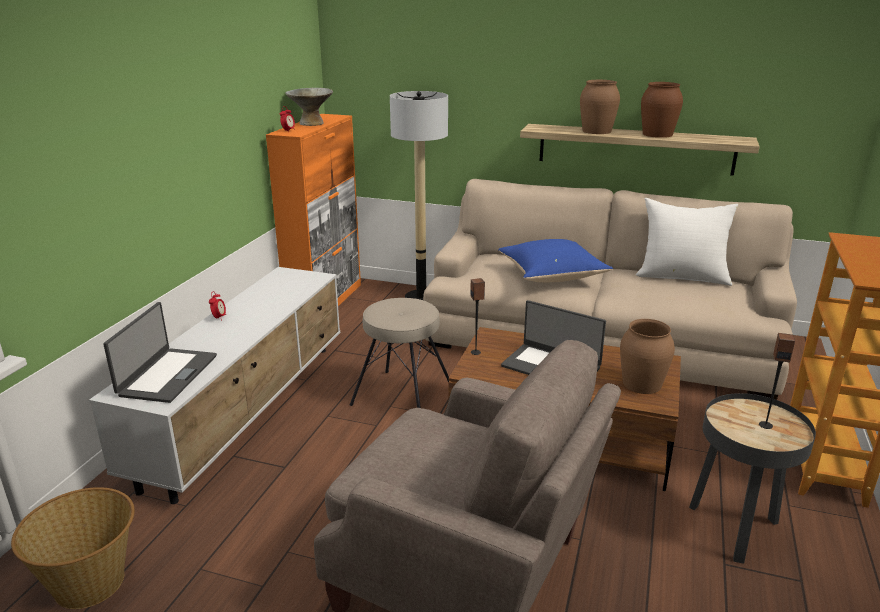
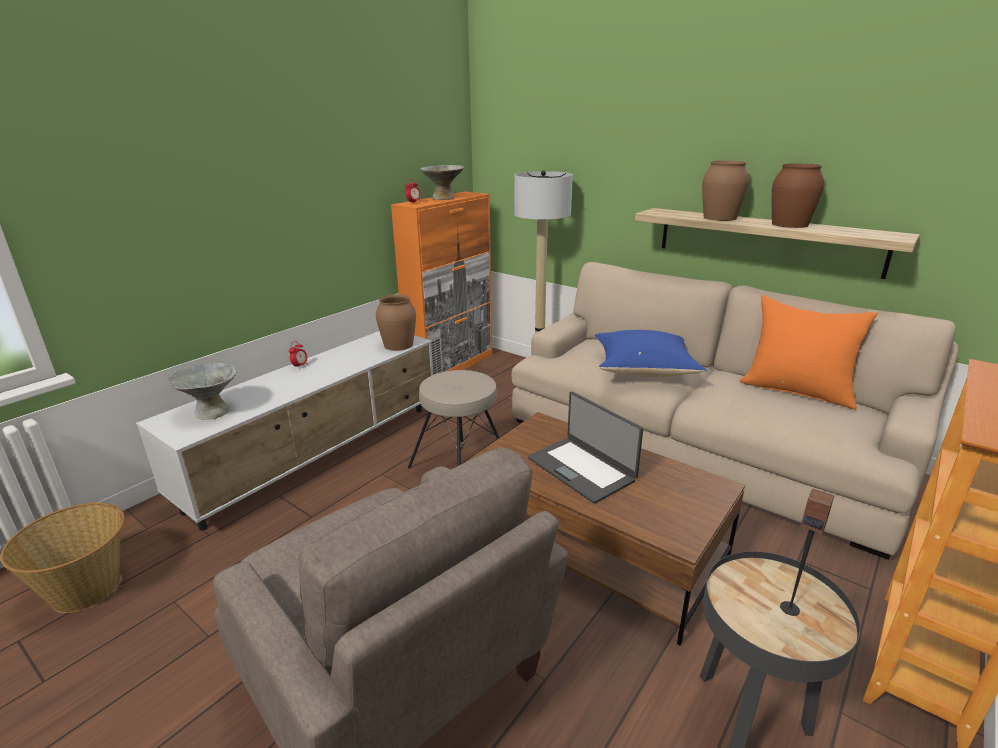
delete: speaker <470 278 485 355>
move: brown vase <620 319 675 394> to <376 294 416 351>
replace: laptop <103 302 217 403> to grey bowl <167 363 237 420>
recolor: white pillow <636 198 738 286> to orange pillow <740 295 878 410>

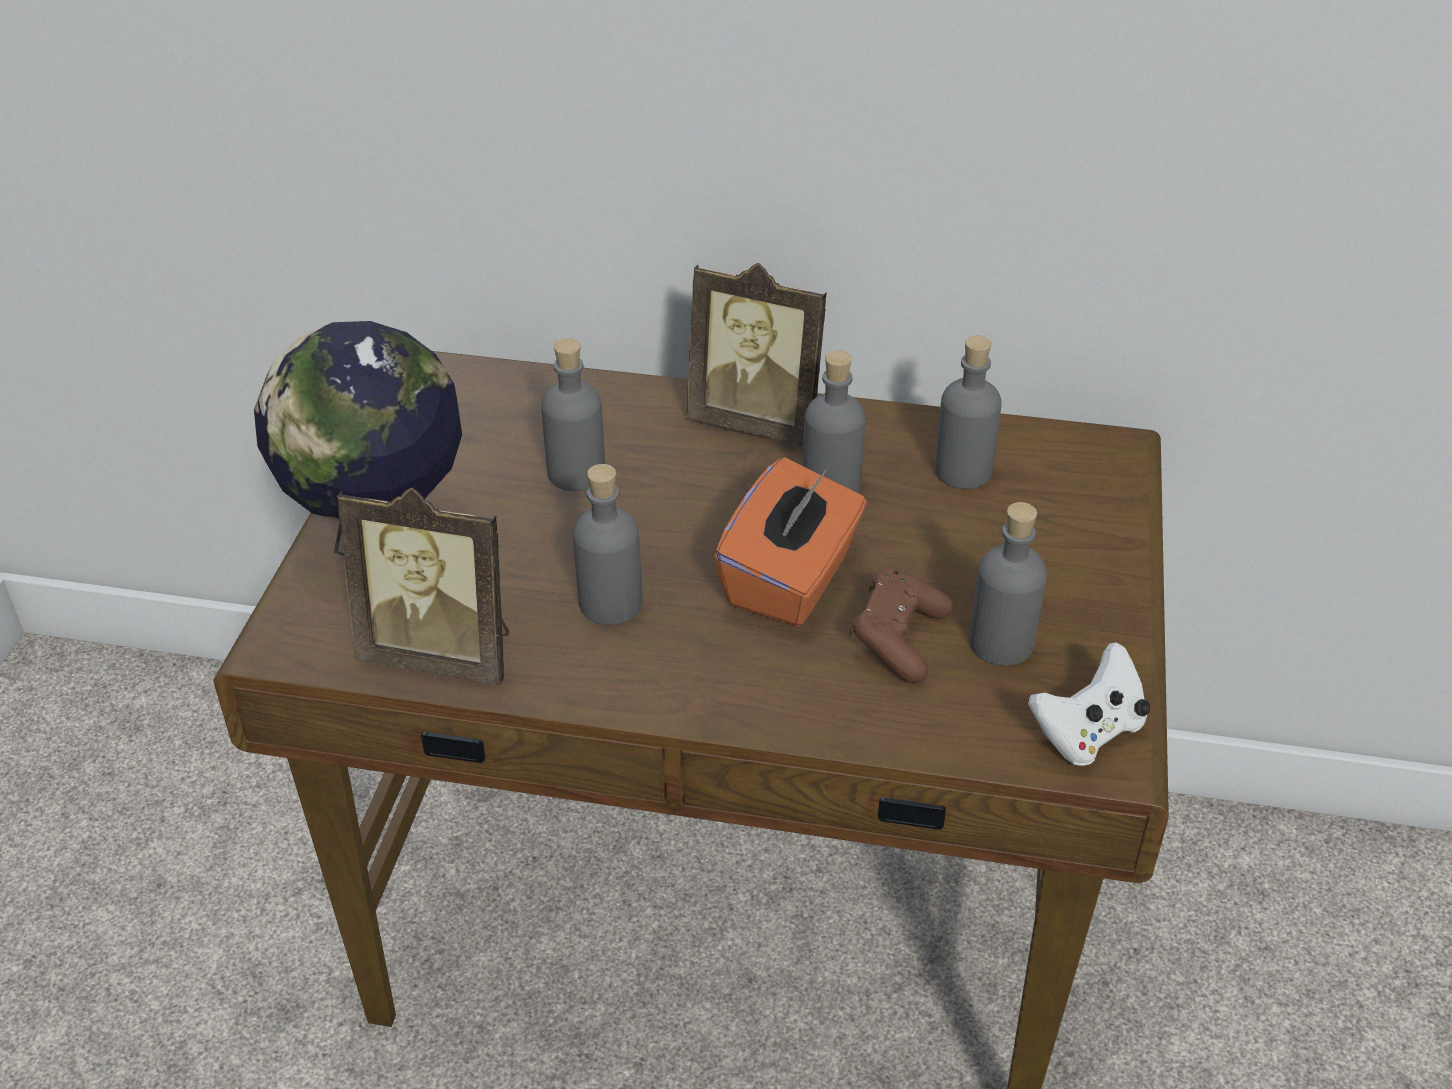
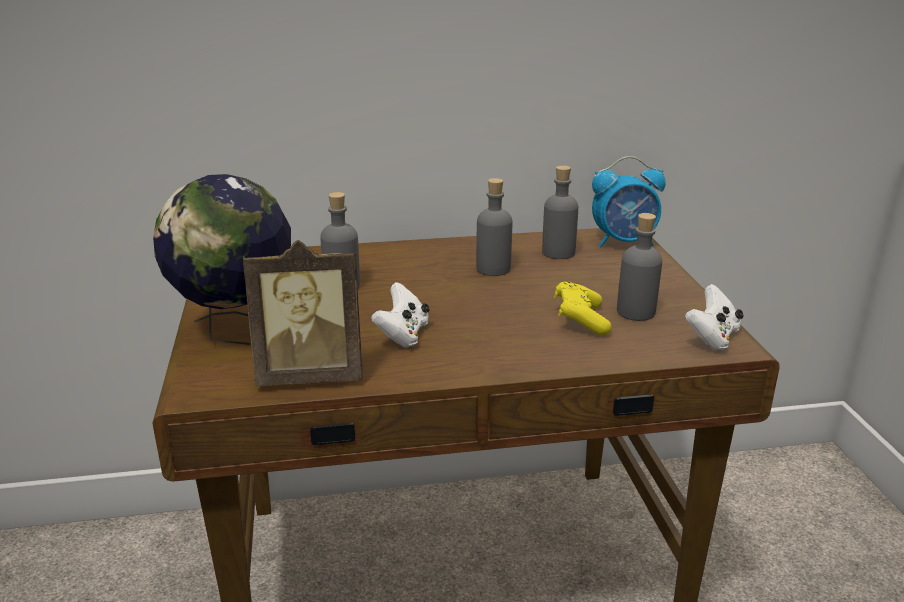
delete: picture frame <687 263 827 446>; orange tissue box <714 457 866 627>
insert: alarm clock <592 156 666 248>
replace: grey bottle <573 464 642 625> to white game controller <371 282 430 347>
recolor: brown game controller <849 569 953 683> to yellow game controller <554 282 612 335>

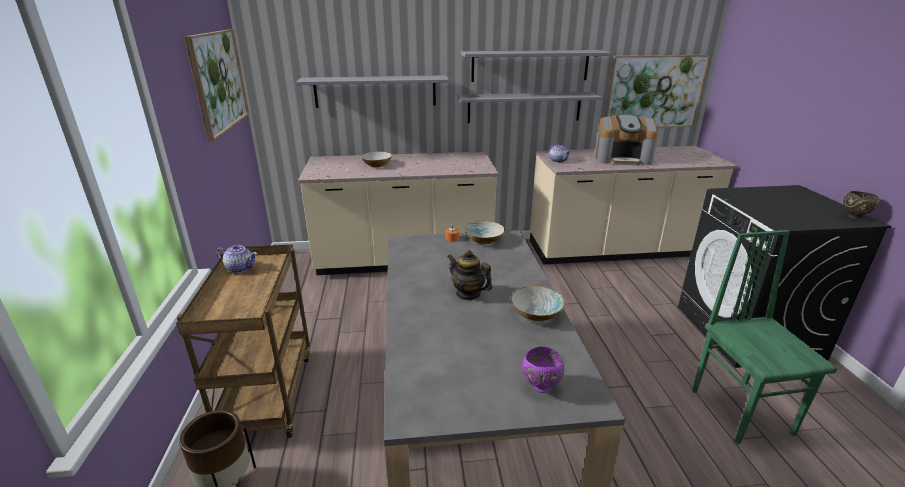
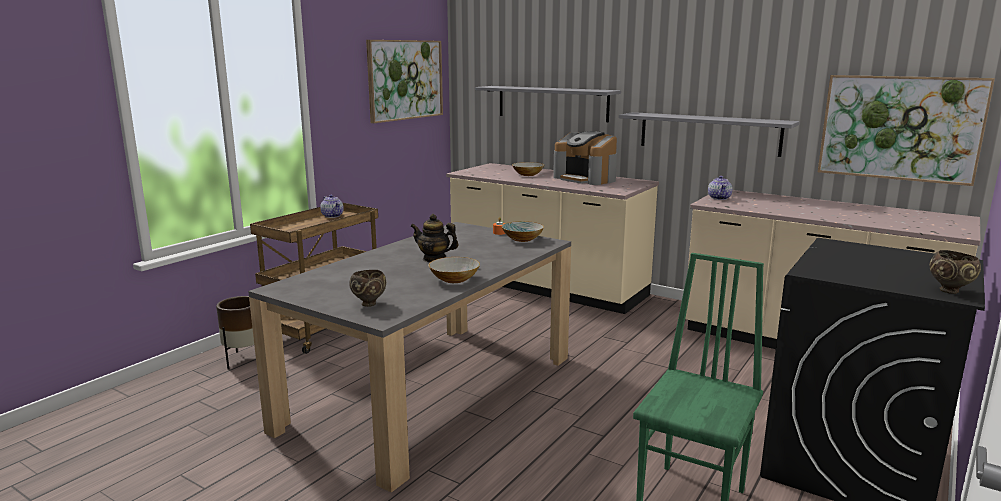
delete: grey shelf <461 50 611 82>
move: coffee machine <594 114 658 165> to <553 131 617 185>
recolor: purple bowl <522 347 565 393> to brown bowl <349 270 386 307>
rotate: teapot <447 250 492 300> = <410 214 459 262> 60 degrees counterclockwise

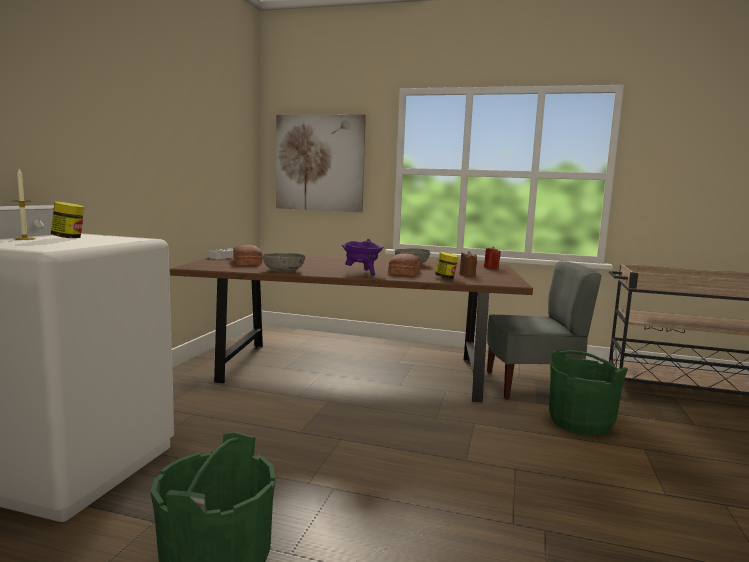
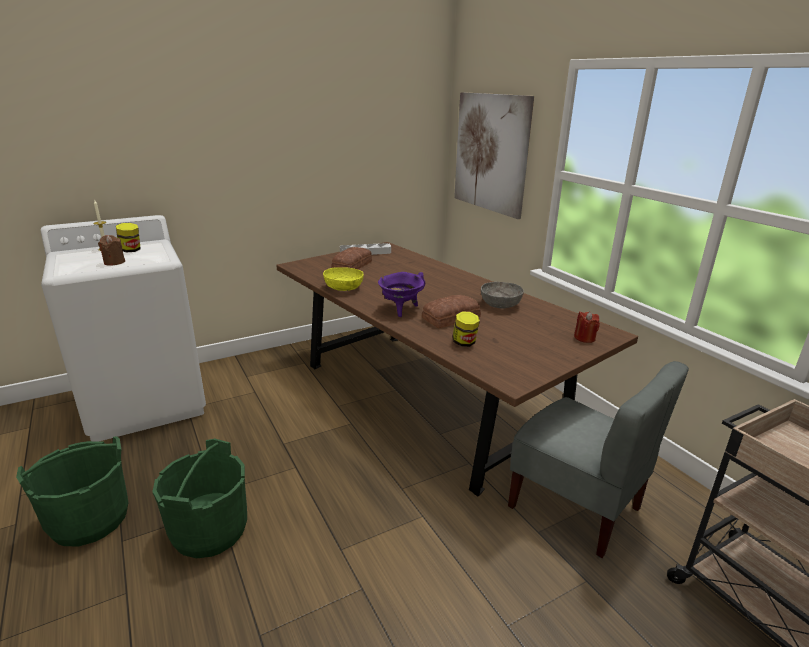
move: brown candle <459 251 477 276> to <98 235 125 266>; green bucket <549 350 628 436> to <152 439 247 558>
recolor: grey bowl <262 253 305 271> to yellow bowl <323 267 364 291>

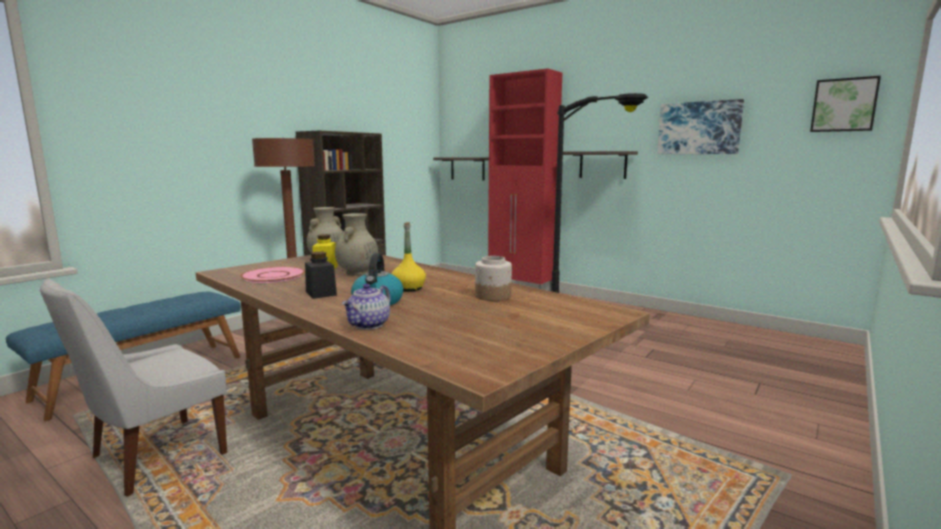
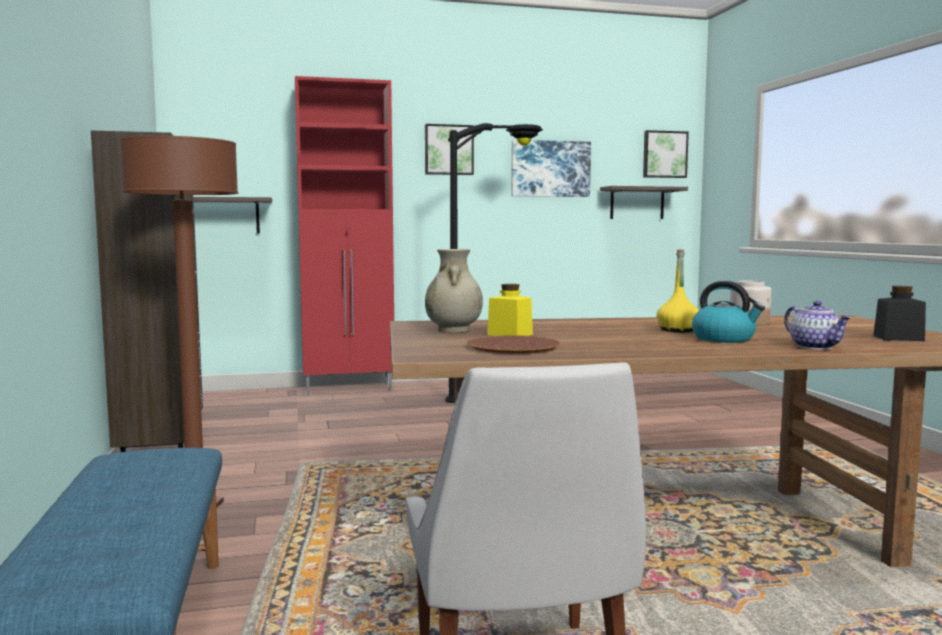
delete: beige vase <335 213 378 276>
insert: picture <425 124 474 175>
move: black jar <305 252 337 299> to <873 286 926 341>; shelf <563 151 638 179> to <600 186 688 219>
recolor: pink plate <240 267 305 283> to brown plate <466 335 560 354>

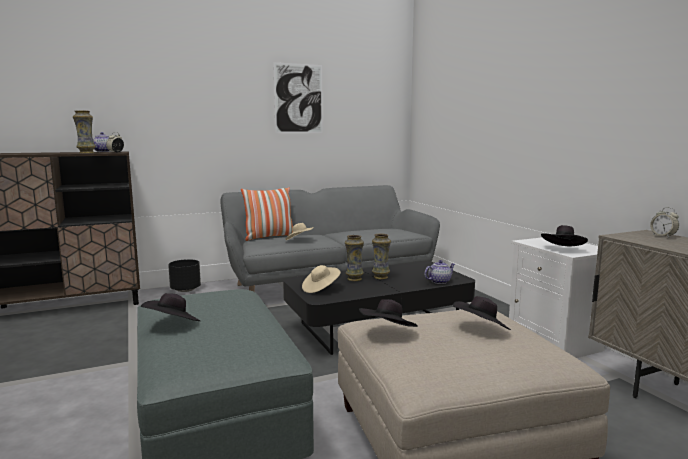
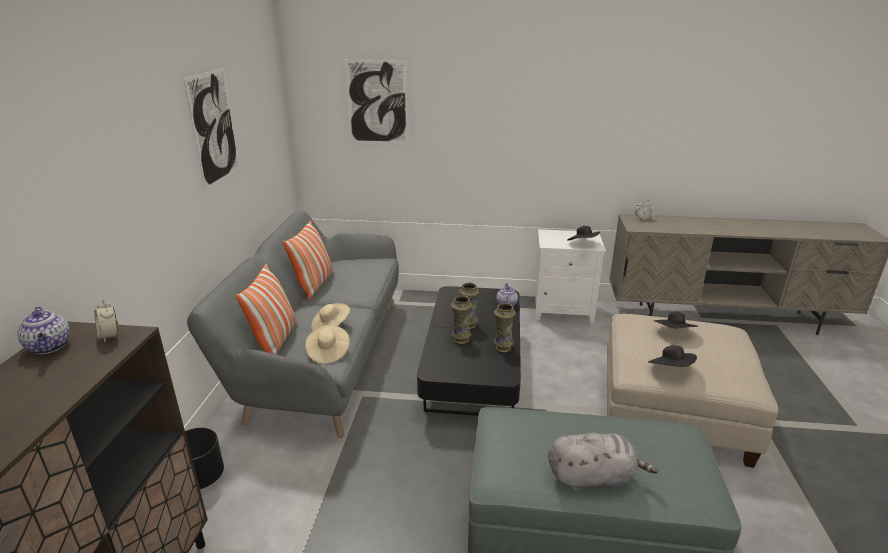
insert: pillow <282 220 334 299>; picture <345 59 408 144>
move: vase <73 110 96 153> to <494 303 516 352>; beige hat <302 265 341 293> to <305 325 350 364>
replace: black hat <141 293 200 321> to grey plush toy <548 432 658 492>

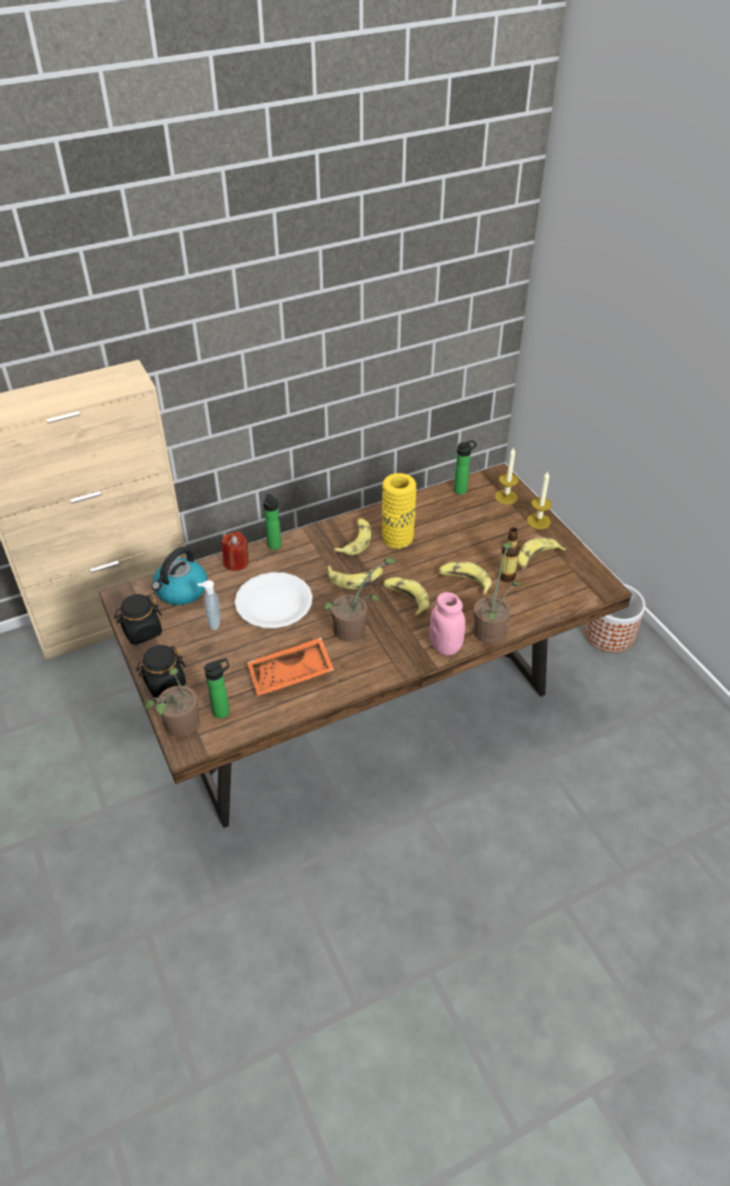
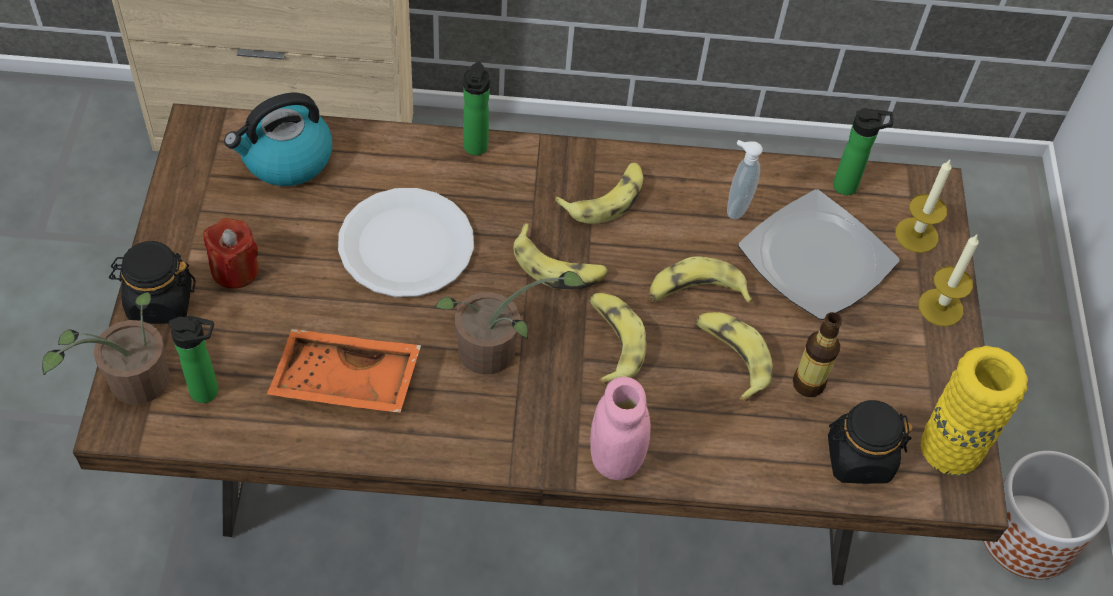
delete: potted plant <473 543 521 643>
insert: plate <738 189 900 320>
move: black jar <114 594 162 645> to <828 400 913 484>; soap dispenser <198 580 221 630> to <727 140 763 220>; red candle <222 531 249 571> to <204 218 259 289>; yellow vase <382 473 417 549> to <920 346 1028 476>; banana <517 538 566 570> to <649 256 753 304>

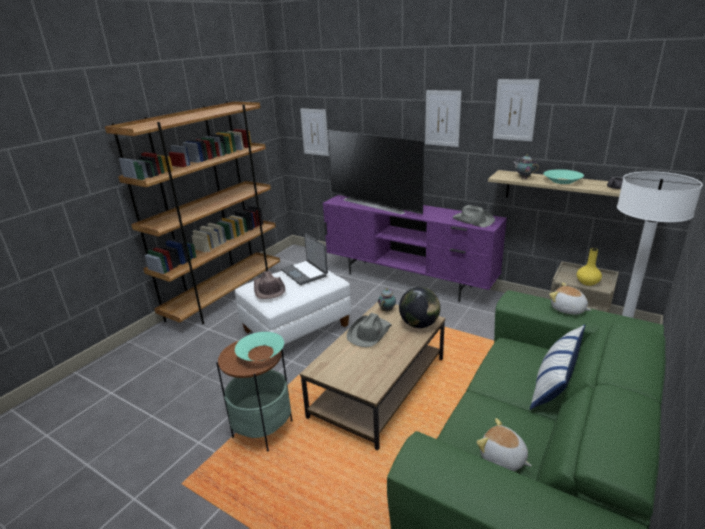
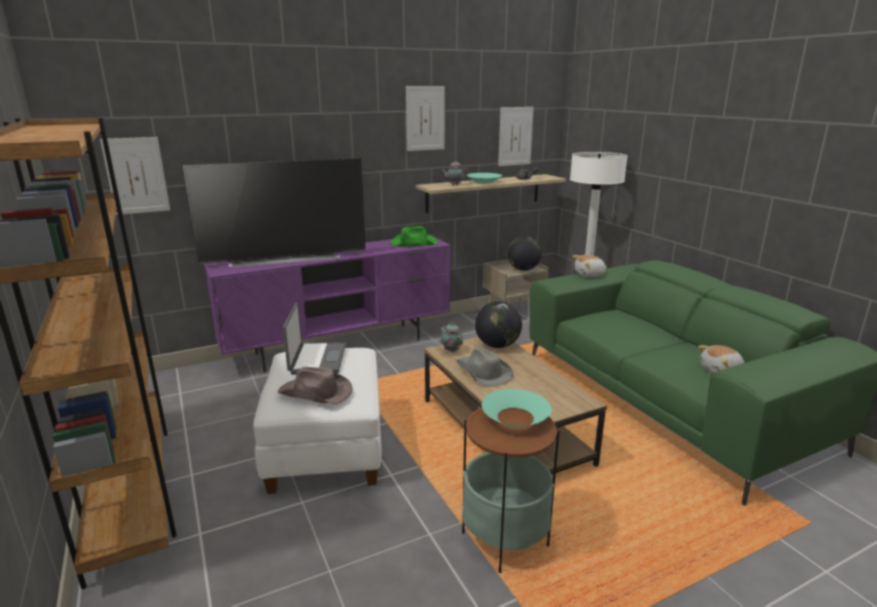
delete: pillow <530 325 585 410>
move: picture <425 90 462 147> to <498 107 534 166>
replace: yellow vase <577 248 602 286> to globe <507 236 542 271>
recolor: grey hat <452 205 495 227> to green hat <390 226 438 247>
rotate: laptop <281 233 328 285> = <283 303 346 375> 90 degrees counterclockwise

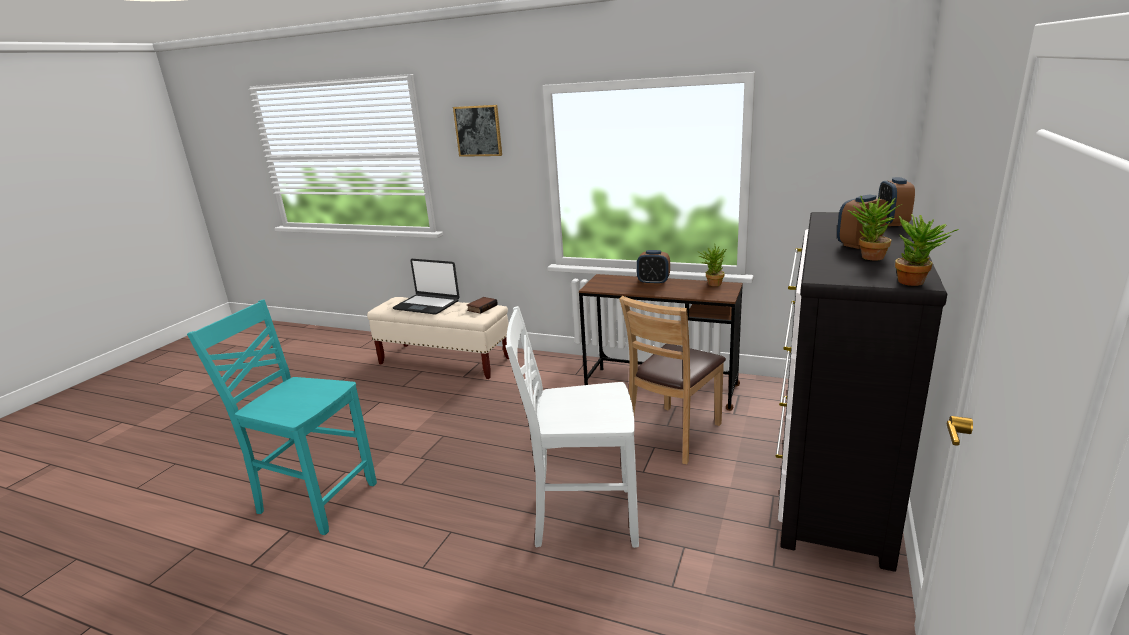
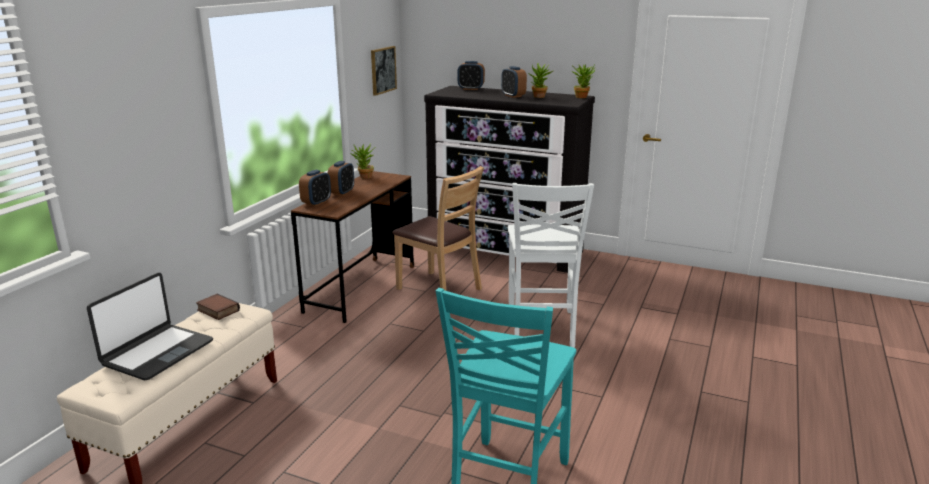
insert: alarm clock <299 170 331 206>
move: picture <453 105 502 157> to <371 46 397 96>

